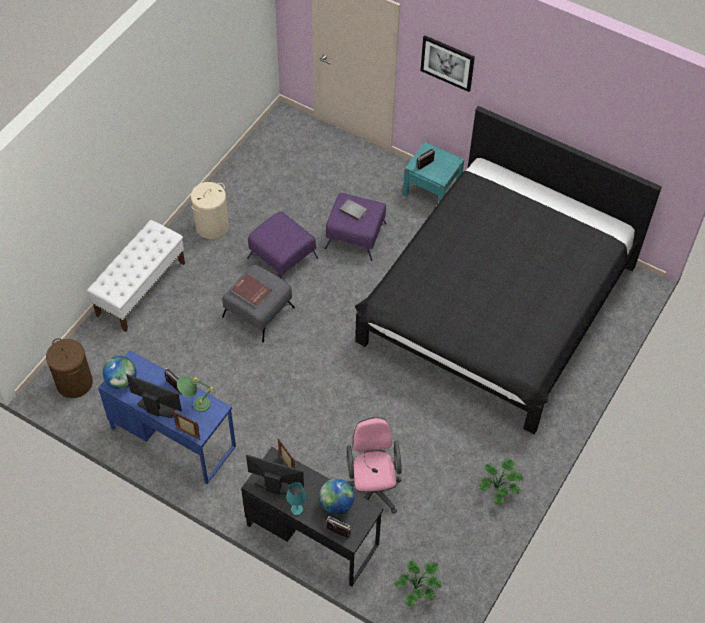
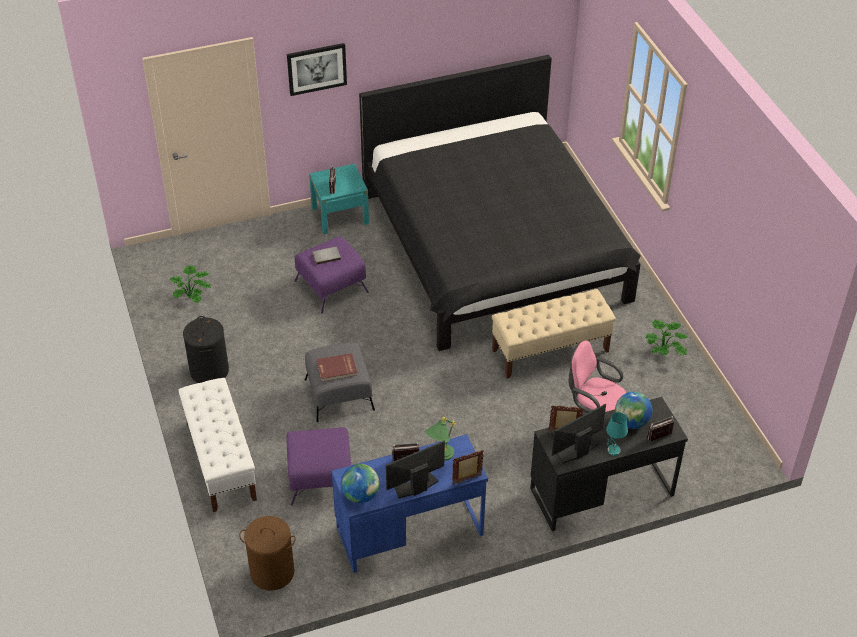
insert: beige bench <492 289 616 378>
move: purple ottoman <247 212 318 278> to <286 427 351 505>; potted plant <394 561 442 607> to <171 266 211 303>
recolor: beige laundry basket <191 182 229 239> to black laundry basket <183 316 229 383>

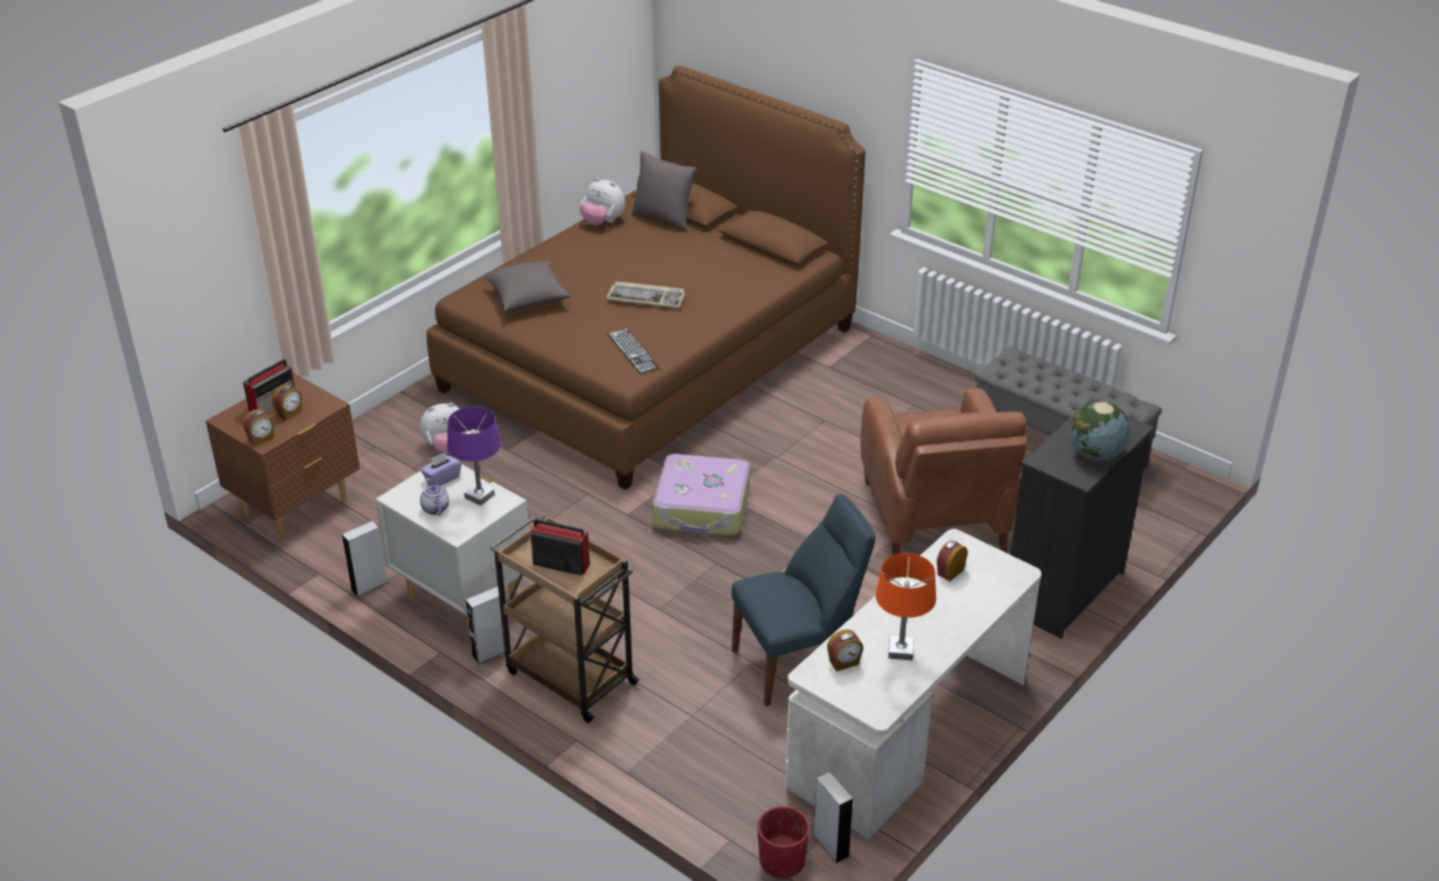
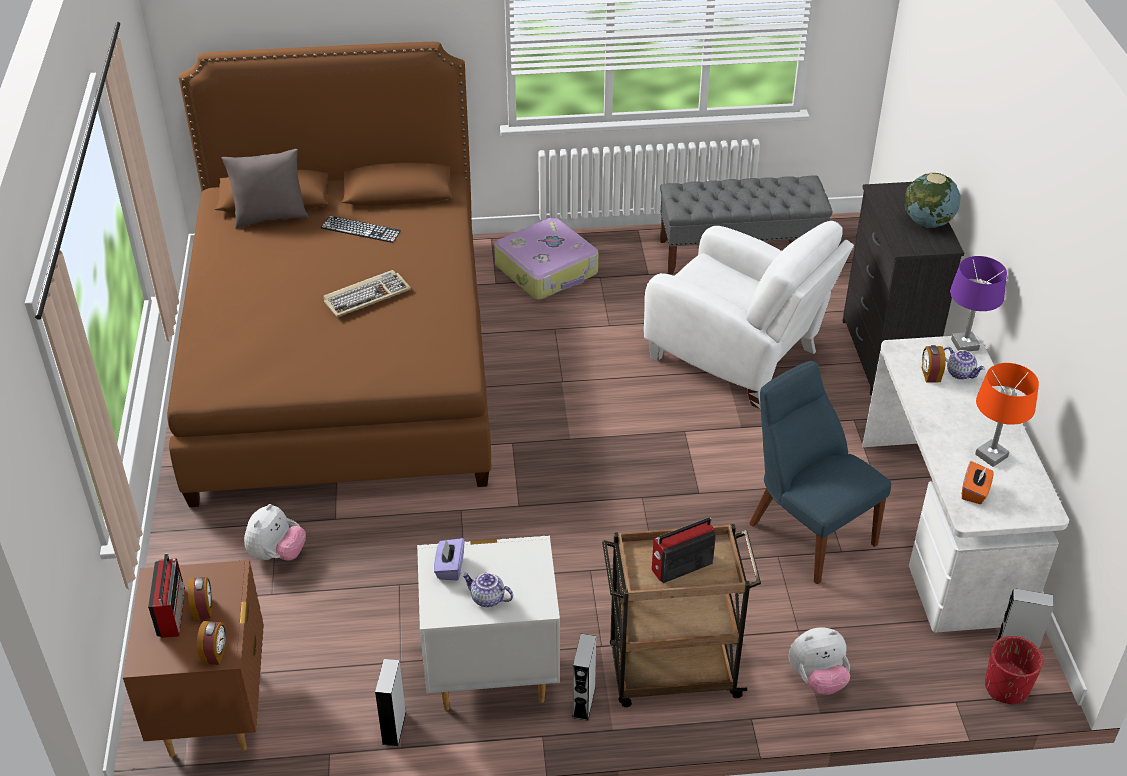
delete: grey pillow <483 261 570 311>
insert: teapot <944 347 985 380>
move: purple table lamp <447 406 501 506> to <950 256 1007 351>; plush toy <580 178 625 225> to <789 627 850 695>; keyboard <608 329 659 374> to <321 216 401 243>; suitcase <653 454 750 535> to <494 217 598 300>
replace: alarm clock <827 629 863 671> to orange tissue box <962 461 993 504>
recolor: brown armchair <860 388 1027 556> to white armchair <644 221 854 410>
rotate: blue chair <732 494 876 706> = <749 361 891 585> 60 degrees counterclockwise

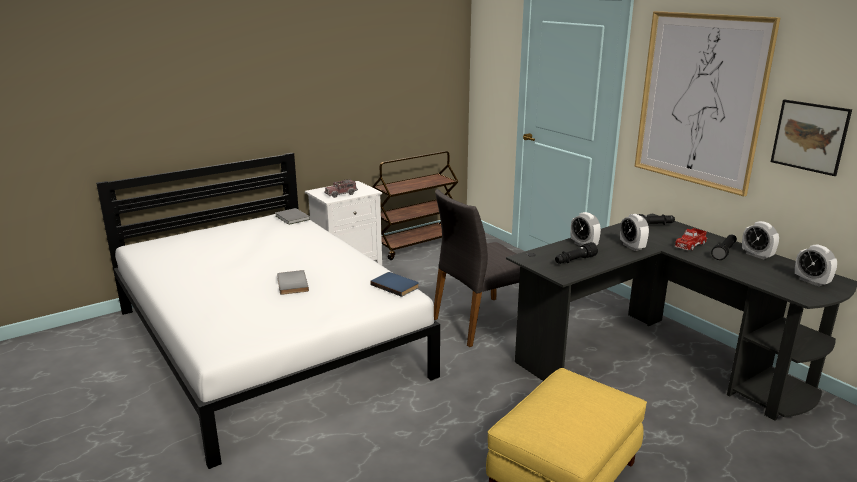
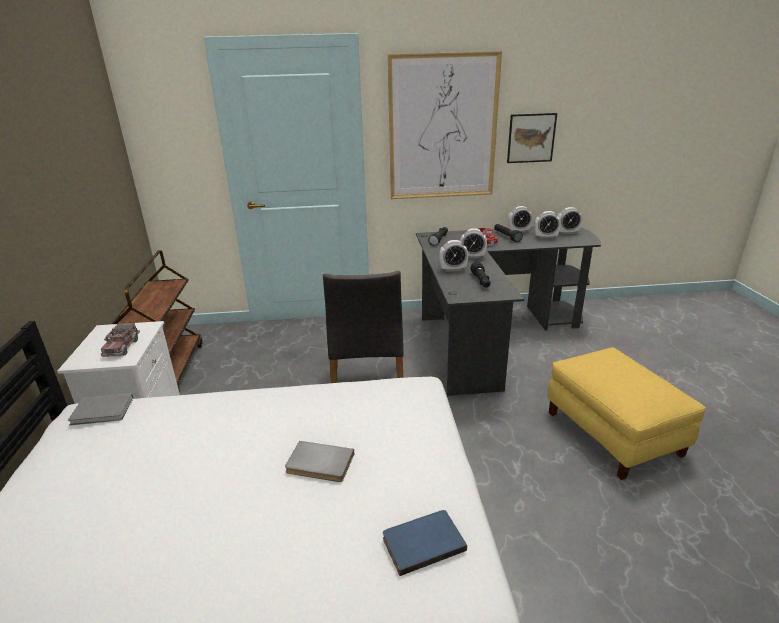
insert: alarm clock <535 211 561 239>
move: blue book <370 272 419 297> to <383 510 467 576>

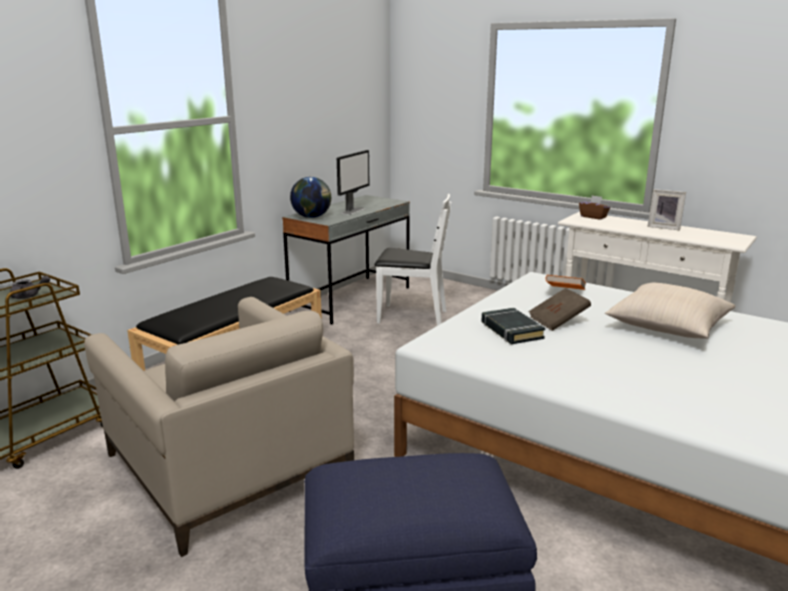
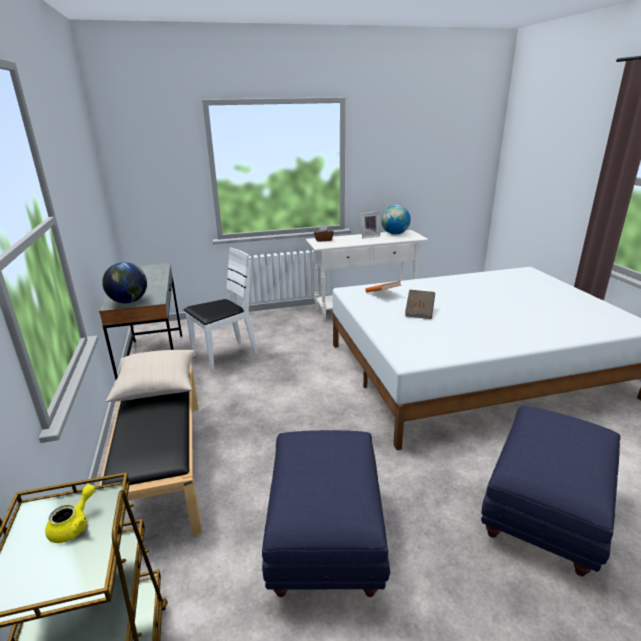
delete: monitor <337 150 369 215>; black book <481 308 545 344>
insert: globe <382 205 411 235>
move: beige pillow <605 282 735 339> to <106 350 195 402>
replace: beige armchair <84 297 354 557> to blue ottoman <262 430 390 597>
recolor: grey teapot <10 275 50 299> to yellow teapot <45 484 95 543>

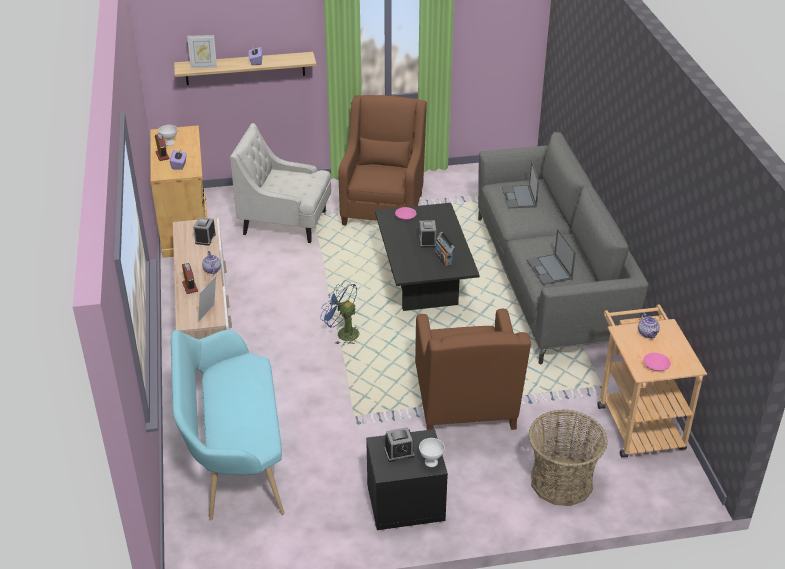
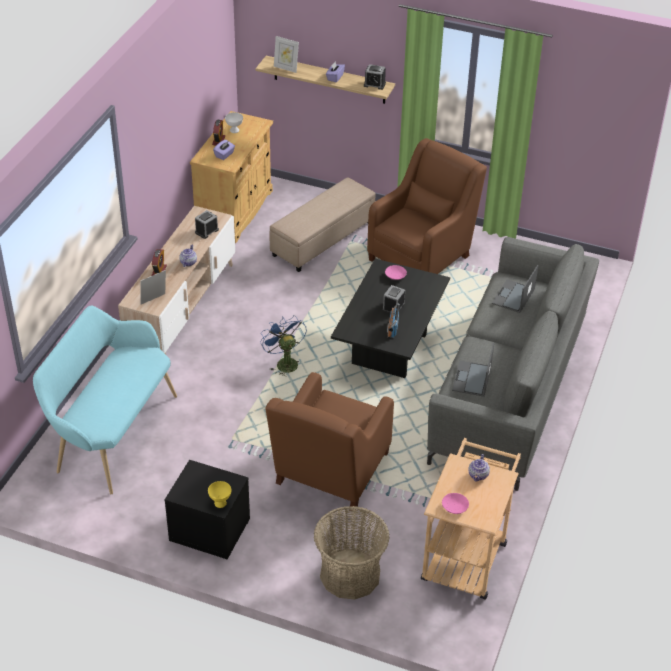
move: alarm clock <384 427 415 462> to <364 64 386 90>
replace: white armchair <230 123 331 243> to beige ottoman <270 177 376 272>
recolor: white bowl <419 438 445 467> to yellow bowl <208 481 231 508>

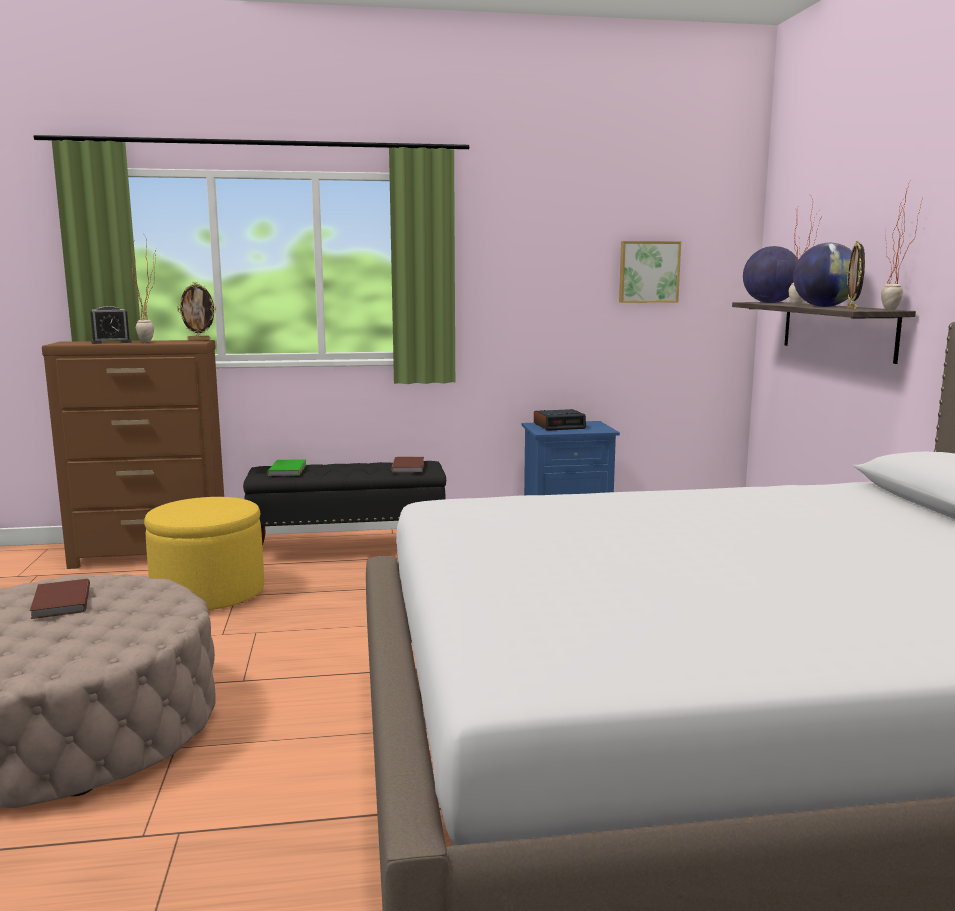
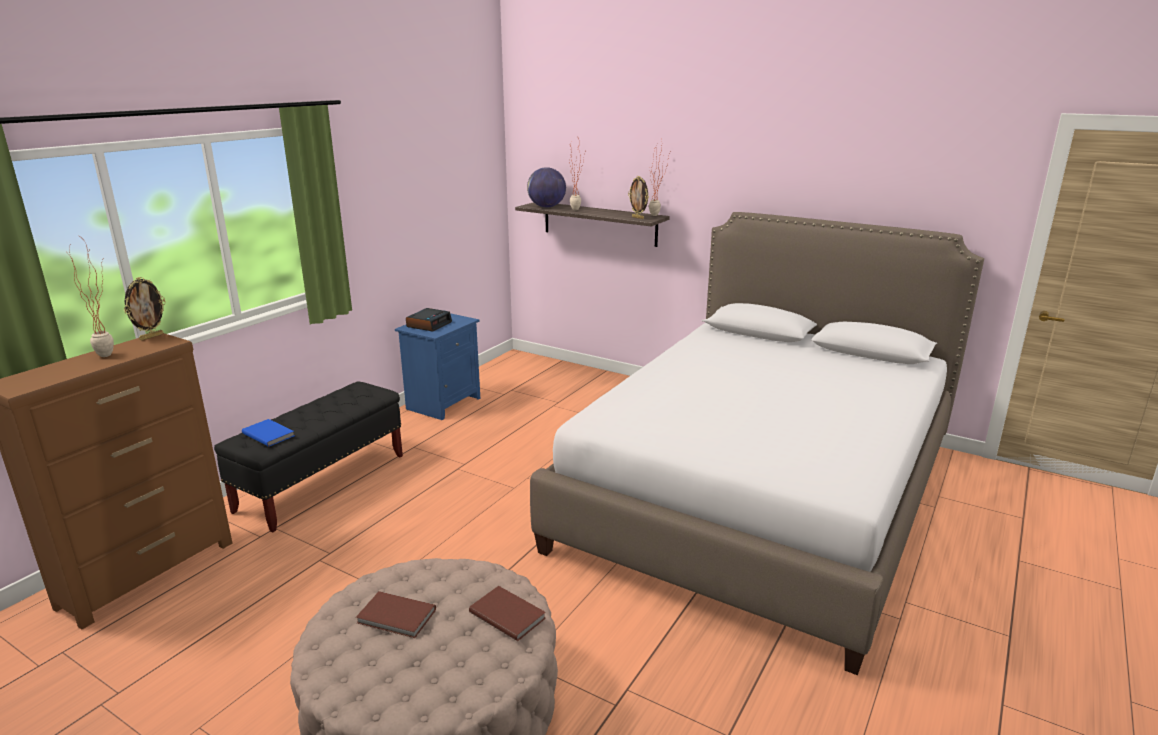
delete: alarm clock <90 306 132 344>; yellow ottoman <144 497 264 610>; picture <619 241 681 303>; globe <793 243 852 307>
move: brown book <391 457 424 473> to <469 586 546 641>
recolor: green book <267 459 307 476> to blue book <242 419 294 447>

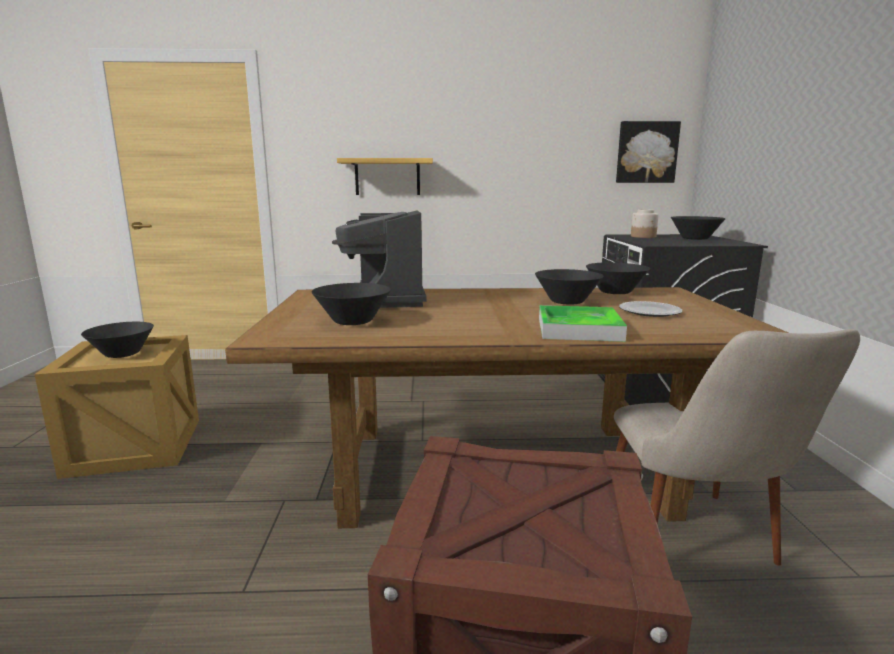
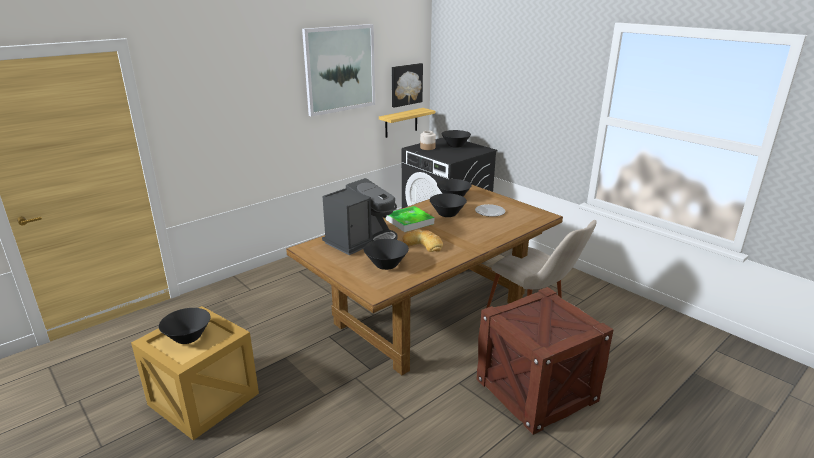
insert: picture <302 24 375 117>; bread <402 229 443 252>
move: shelf <337 158 433 195> to <379 108 435 138>; tray <539 305 627 342> to <386 206 434 232>
rotate: coffee machine <332 211 427 308> = <322 178 398 255> 90 degrees counterclockwise

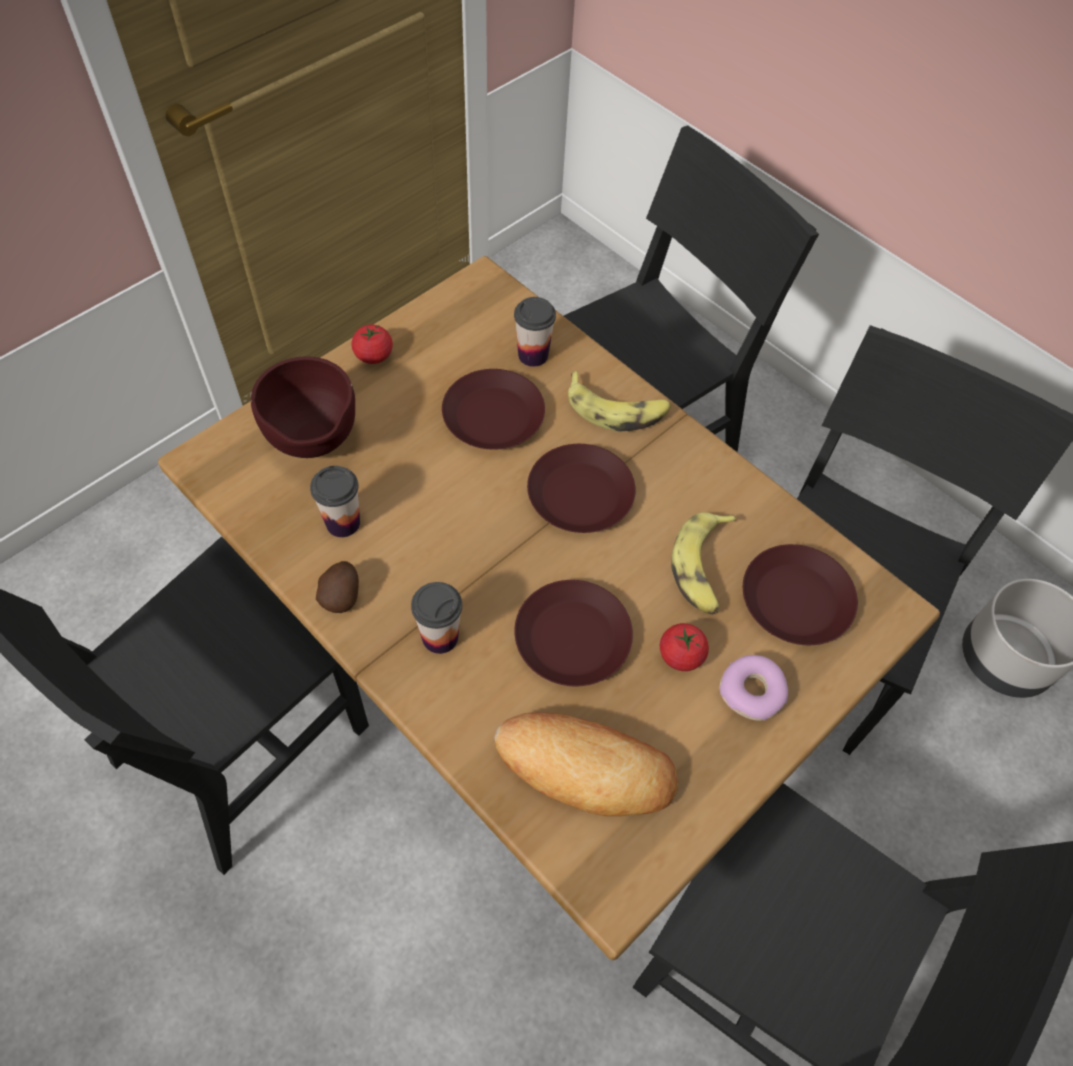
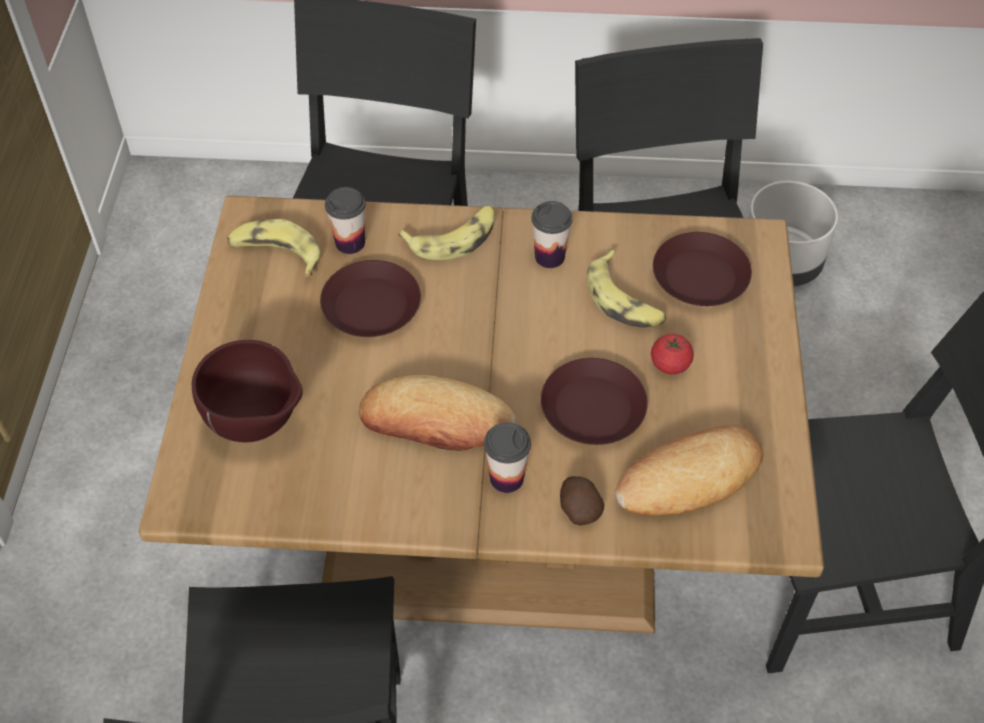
delete: tomato <351 324 393 364>; brown plate <527 444 636 533>; donut <720 655 788 721>
insert: banana <227 219 321 277>; bread <359 375 516 451>
move: cup <310 466 360 537> to <531 201 572 268>; potato <316 561 359 613> to <560 476 604 526>

